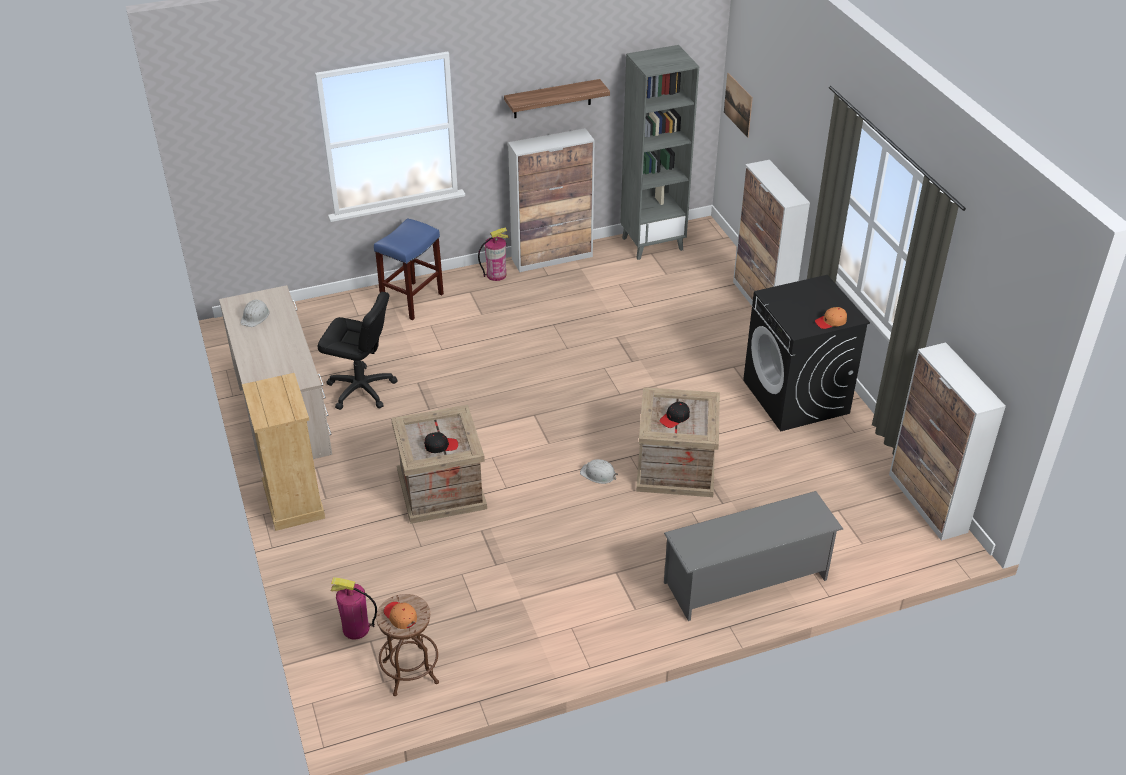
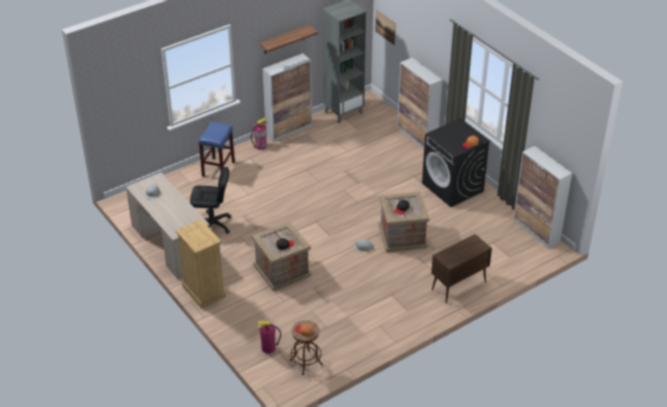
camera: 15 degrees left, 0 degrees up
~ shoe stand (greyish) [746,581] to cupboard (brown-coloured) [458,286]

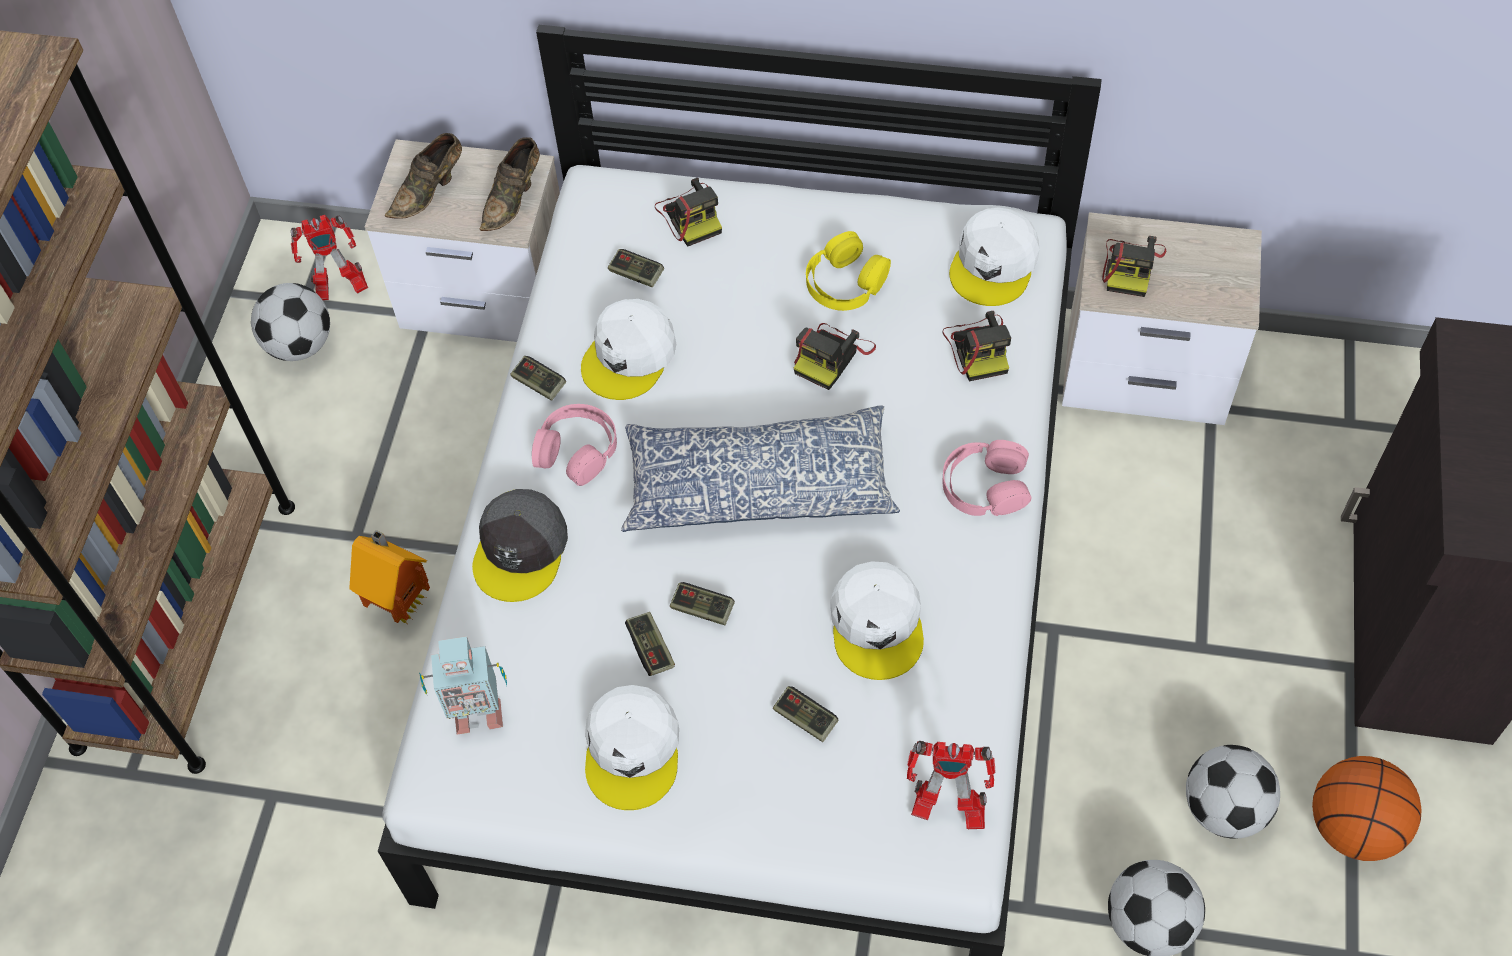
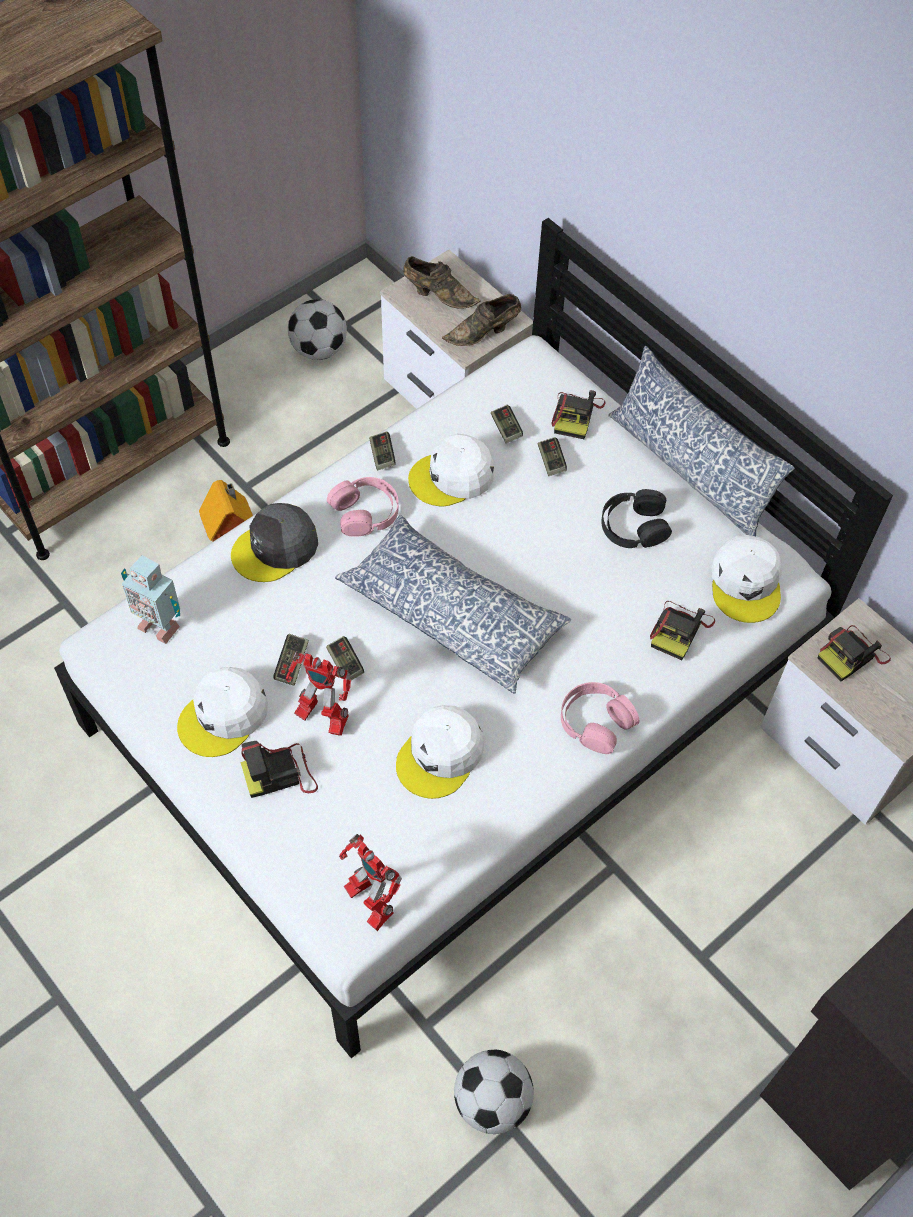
camera: 35 degrees right, 0 degrees up
~ photo camera [832,356] to [280,774]
~ robot figure [339,289] to [321,717]
~ item of footwear (brown-coloured) [430,191] = [438,295] 150 degrees counterclockwise
~ game controller [805,719] to [551,461]
~ headset (yellow-coloured) [845,282] to headset (black) [634,526]
+ pillow [690,469]
~ baseball cap (white) [994,264] = [746,583] 60 degrees counterclockwise
- ball for football [1224,809]
- basketball [1353,826]

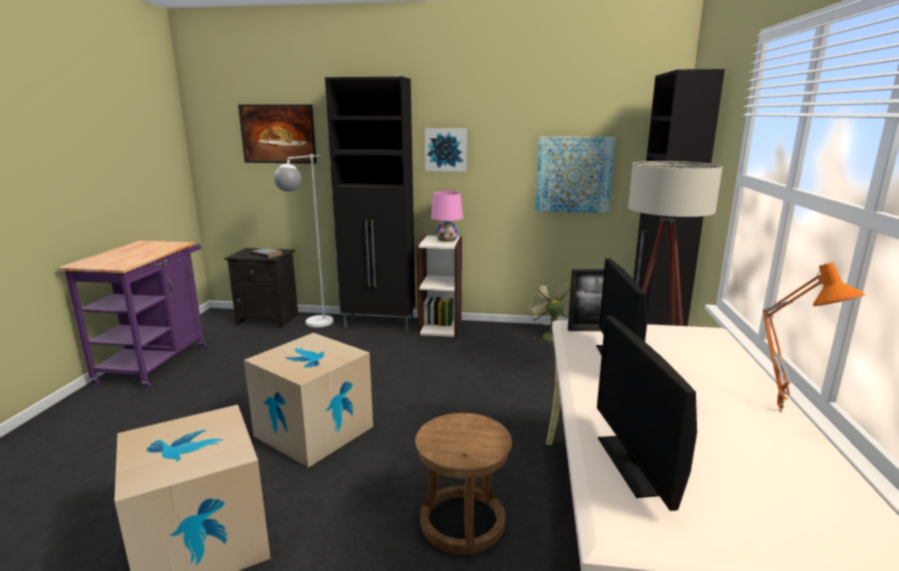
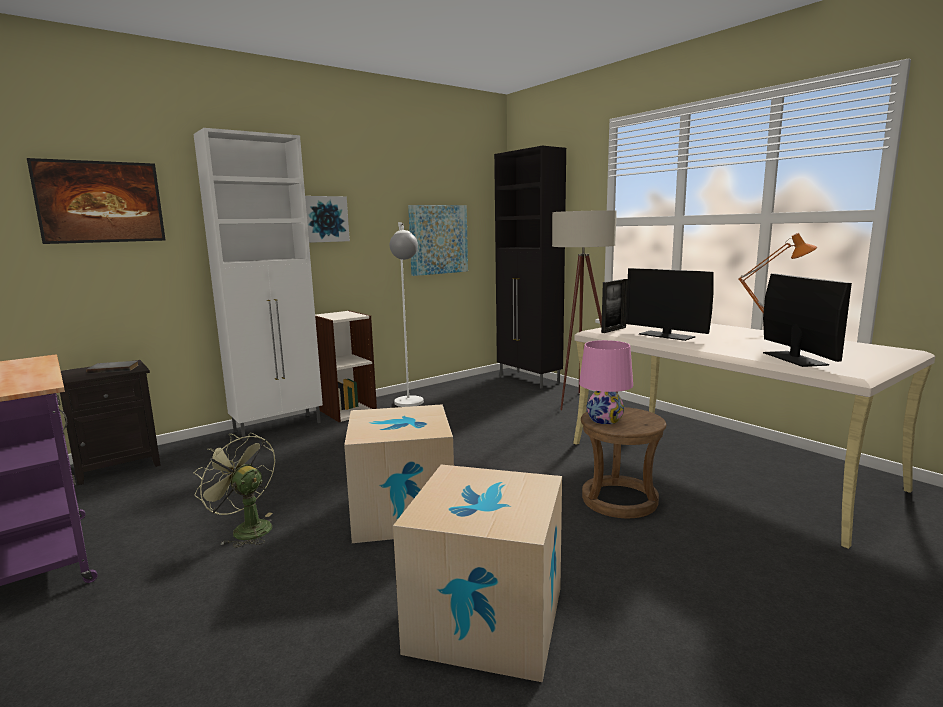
camera: 45 degrees left, 5 degrees down
~ cupboard (black) [380,324] to cupboard (white) [279,427]
~ cooling fan (greenish) [550,336] to [245,529]
~ floor lamp (white) [312,325] to [410,405]
~ table lamp (pink-coloured) [447,240] to [604,419]
~ monitor [636,464] = [794,358] 135 degrees counterclockwise

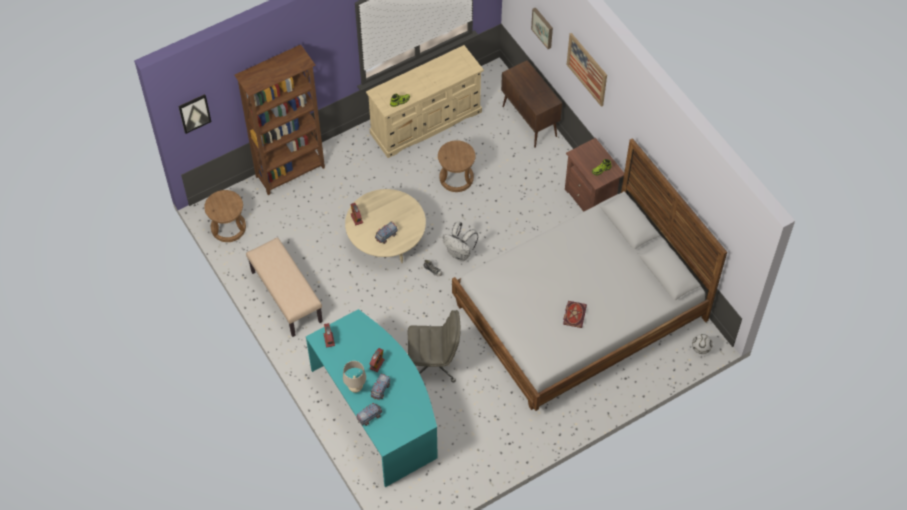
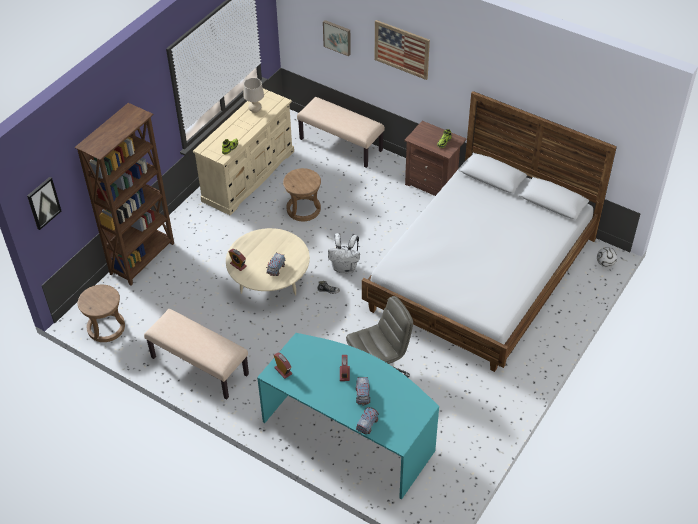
camera: 25 degrees left, 10 degrees down
~ table lamp (beige-coloured) [355,388] to [255,110]
~ cupboard (brown-coloured) [530,122] to indoor bench (beige-coloured) [341,145]
- book [574,314]

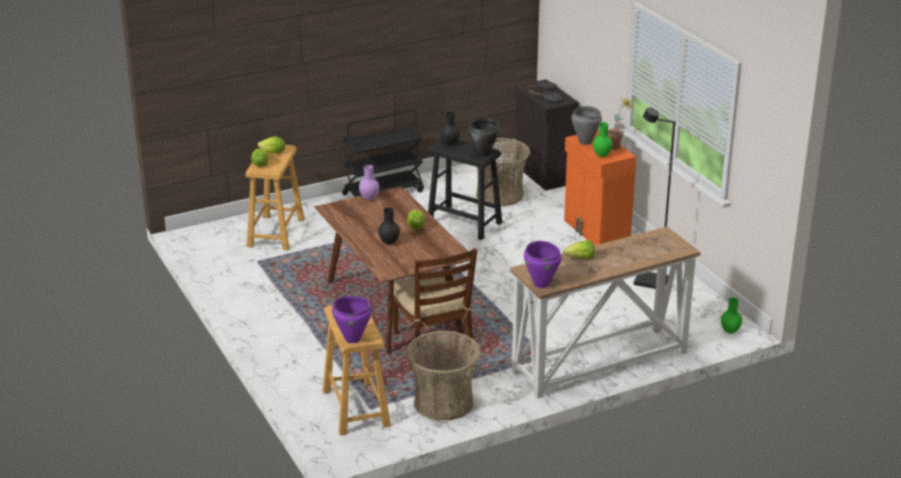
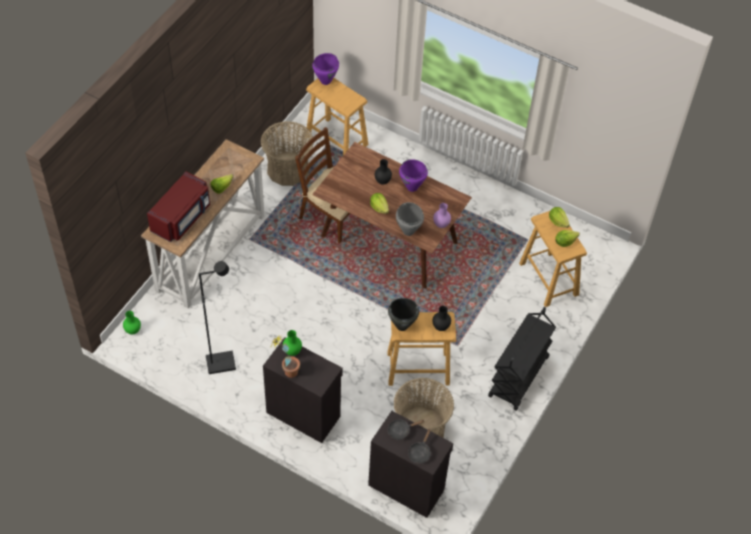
camera: 145 degrees right, 25 degrees up
+ microwave (red-coloured) [182,218]
~ cupboard (orange-coloured) [596,231] to cupboard (black) [303,413]
~ stool seat (black) [464,223] to stool seat (beige-coloured) [417,368]
~ stockpot (greyish) [585,142] to [408,231]
~ stockpot (purplish) [541,284] to [412,187]

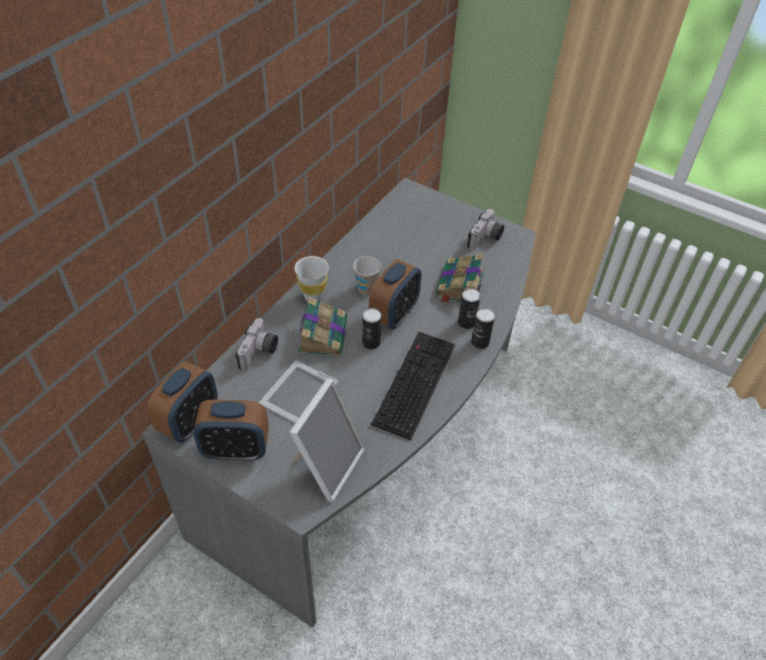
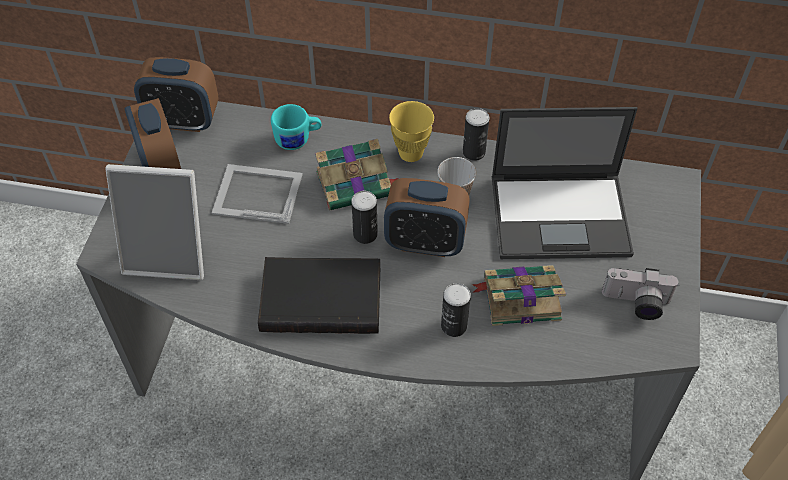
camera: 70 degrees right, 5 degrees up
~ PC keyboard [413,382] to book (black) [322,297]
~ photo camera [260,353] to mug (blue-green) [298,140]
~ small cup (white) [313,296] to small cup (yellow-coloured) [410,153]
~ sealed can [480,342] to [474,152]
+ laptop [561,215]

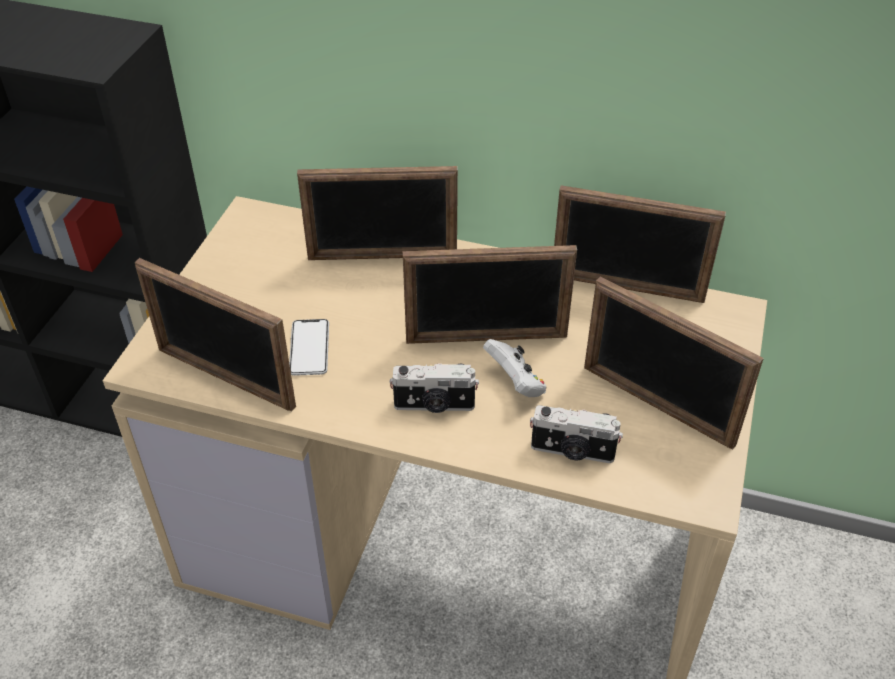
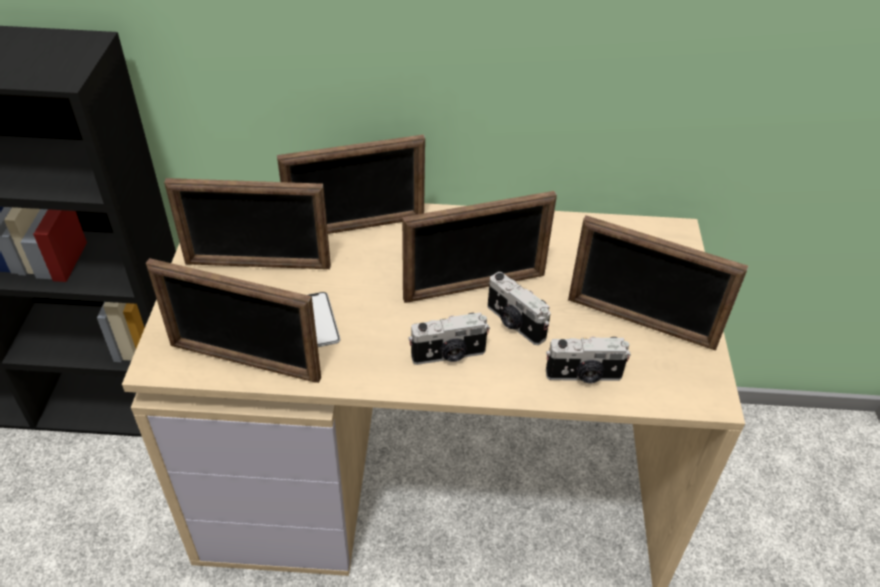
camera: 15 degrees left, 0 degrees up
~ picture frame [627,288] to [258,265]
~ game controller (white) [516,384] to photo camera [514,323]

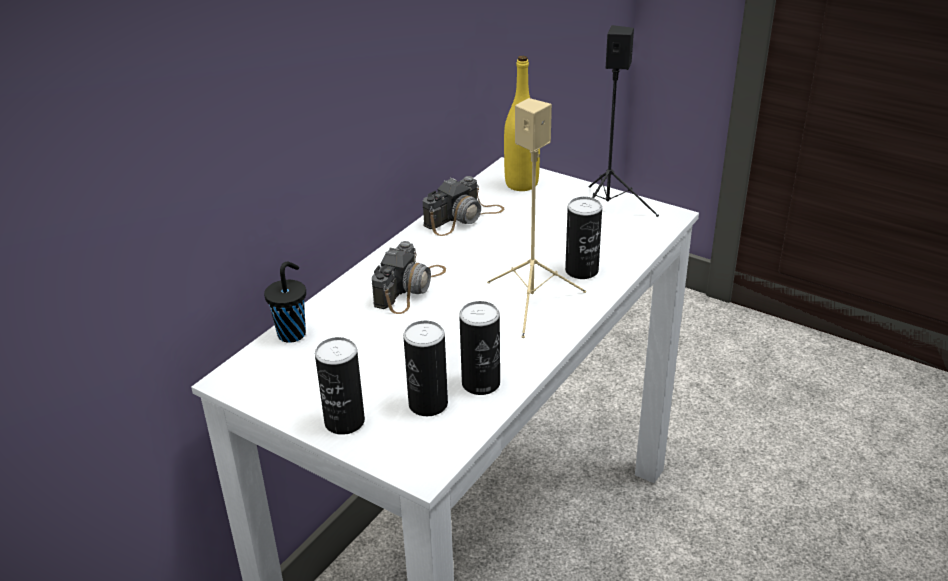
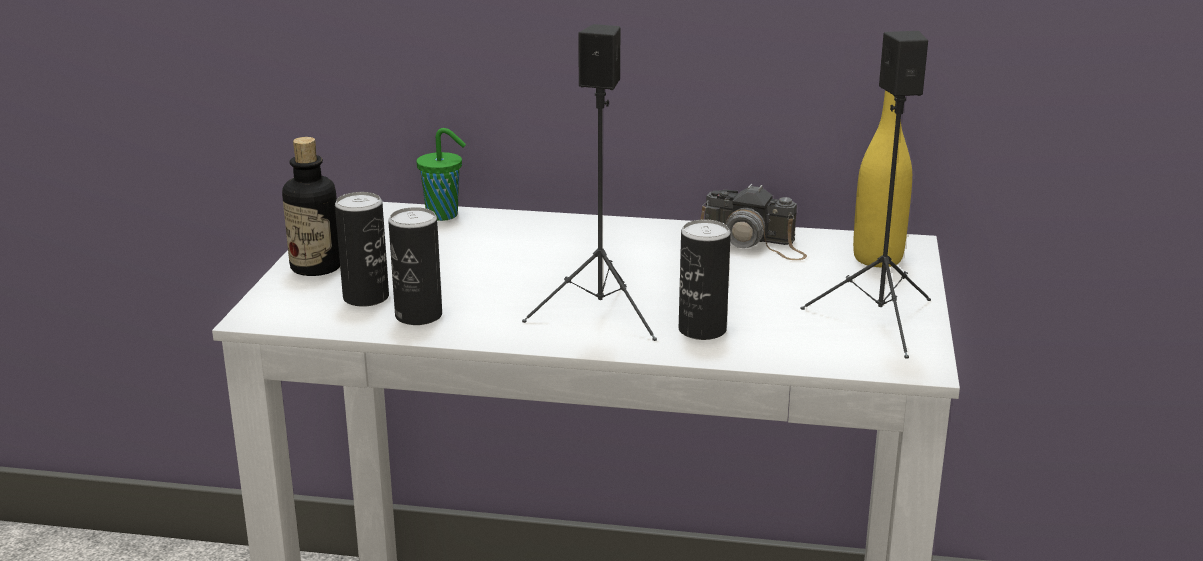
camera: 65 degrees right, 10 degrees down
~ sealed can [344,422] to drink bottle [316,267]
~ small cup (black) [293,333] to small cup (greenish) [444,215]
~ speaker (beige-coloured) [533,302] to speaker (black) [602,314]
- photo camera [410,287]

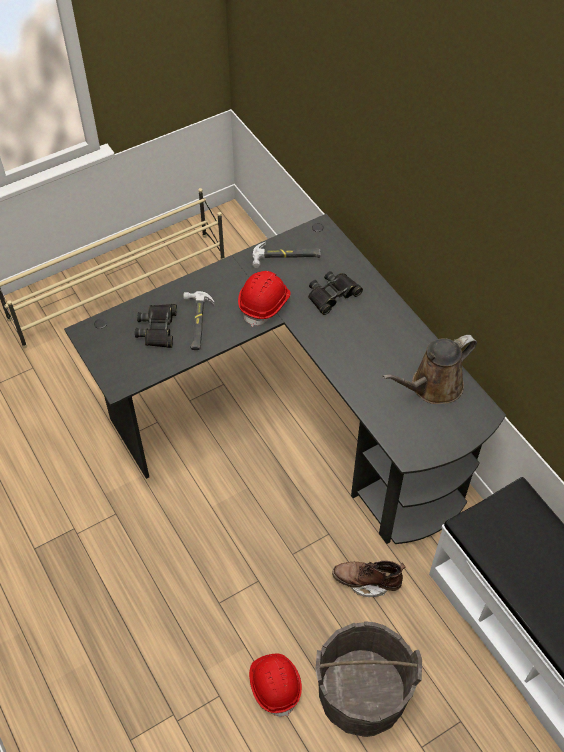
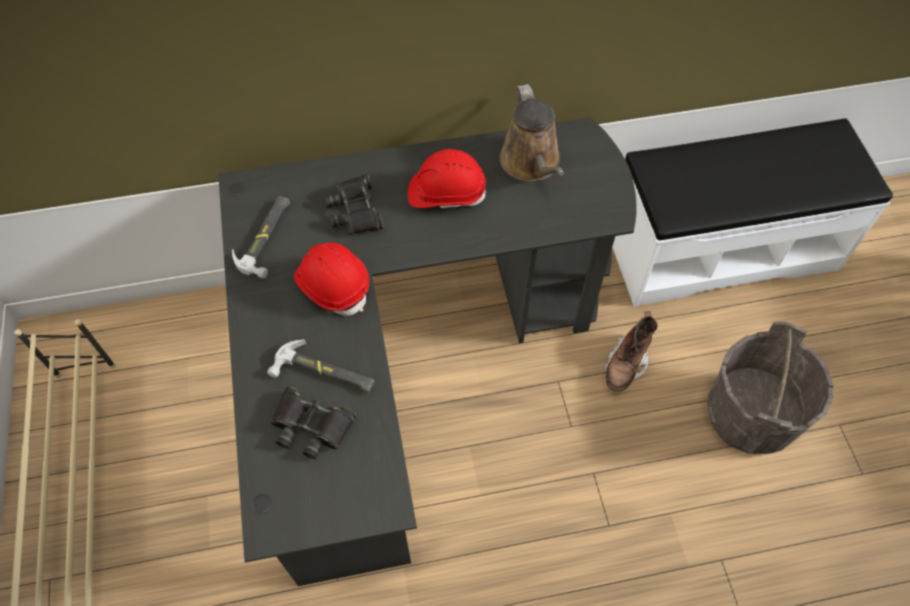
camera: 70 degrees left, 5 degrees up
~ work helmet (red-coloured) [275,685] to [446,193]

